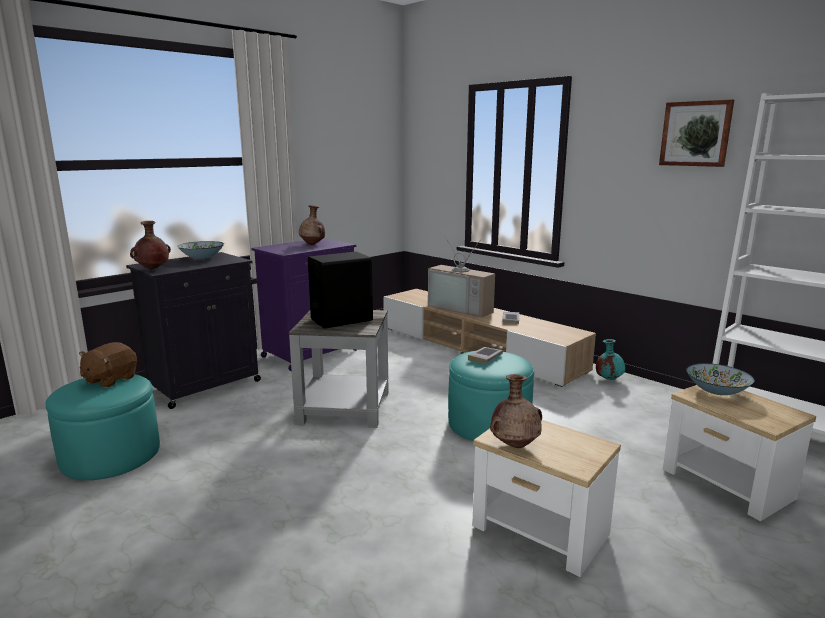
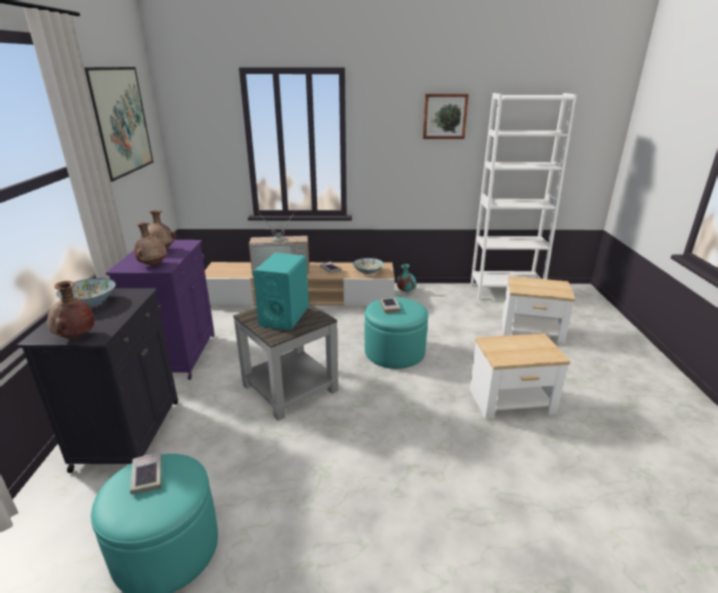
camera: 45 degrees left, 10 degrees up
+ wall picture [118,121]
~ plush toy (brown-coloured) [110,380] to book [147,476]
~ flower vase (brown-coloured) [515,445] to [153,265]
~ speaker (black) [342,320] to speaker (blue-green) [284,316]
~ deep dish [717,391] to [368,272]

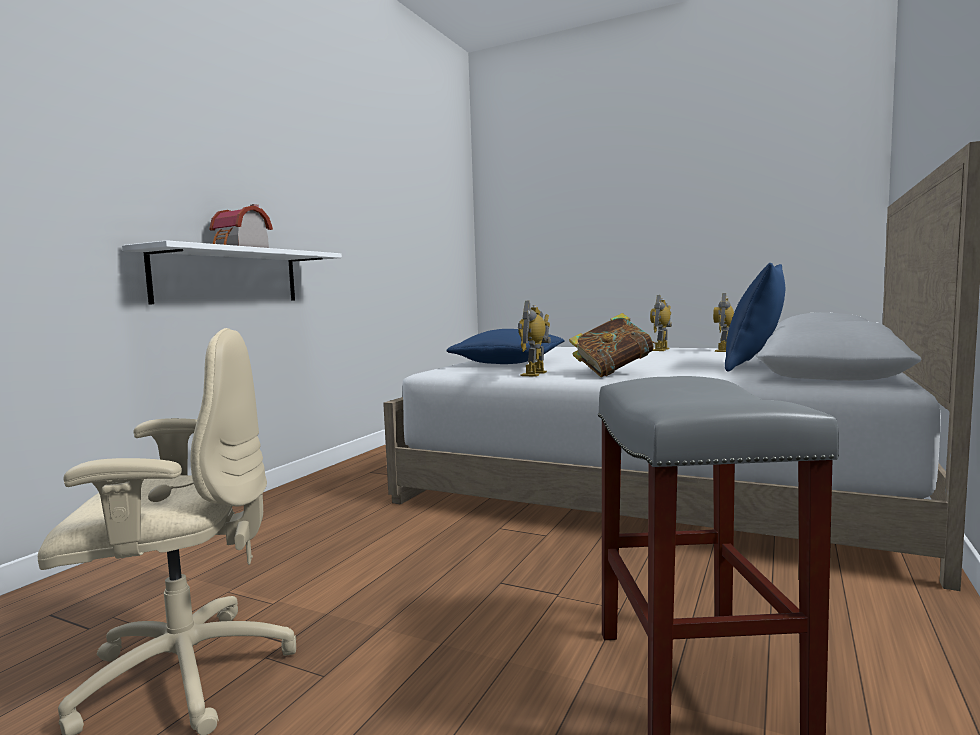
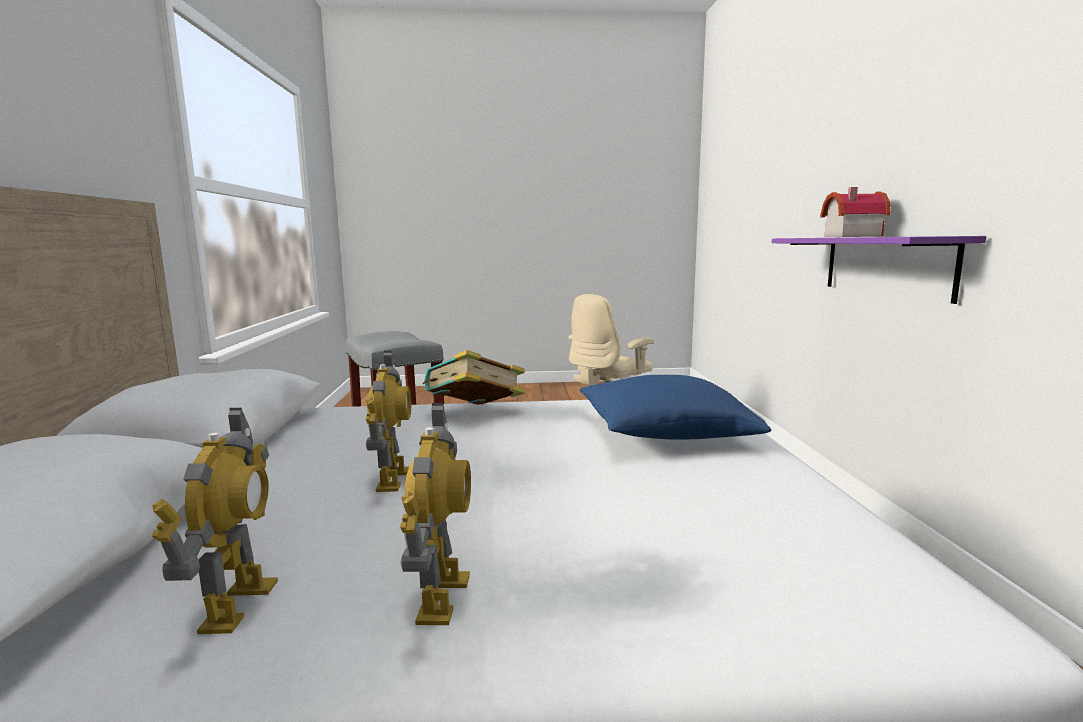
camera: 150 degrees right, 5 degrees up
~ robot figure [535,374] to [392,479]
~ shelf (white) [228,277] to shelf (purplish) [885,265]
- pillow (bluish) [754,366]

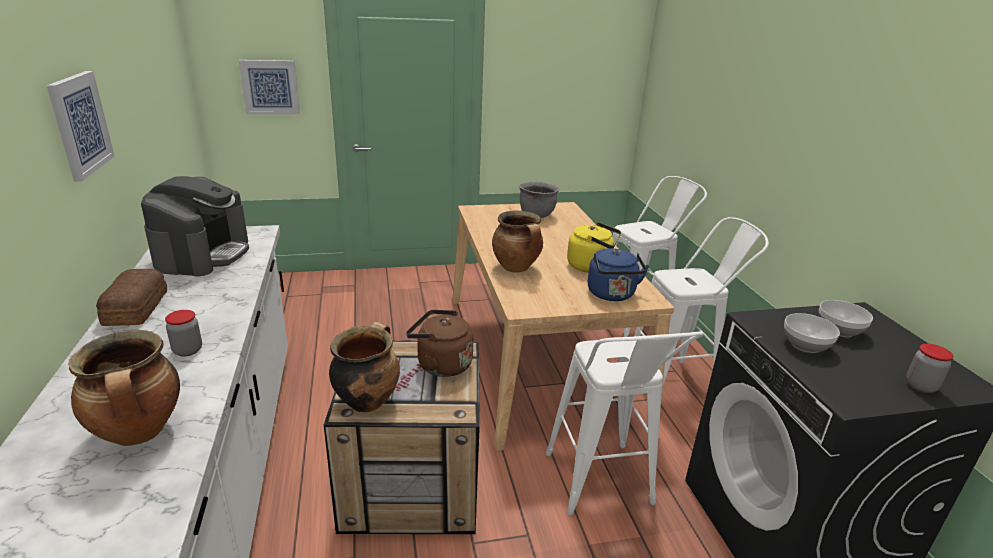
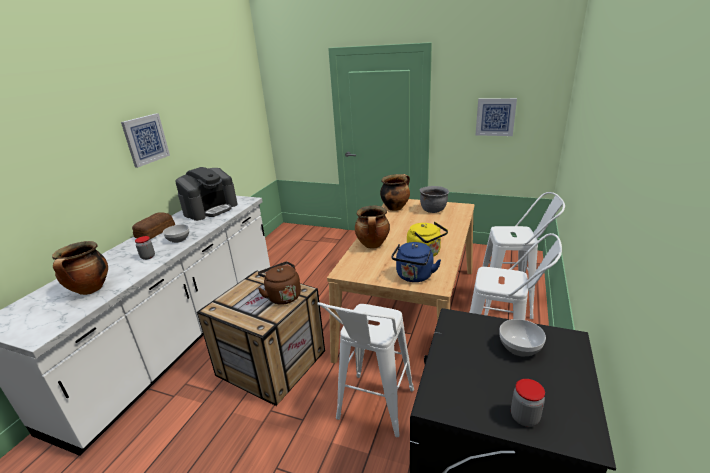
camera: 35 degrees right, 0 degrees up
~ deep dish [805,344] to [179,239]
~ stockpot [367,400] to [395,207]
~ wall picture [270,87] to [495,117]

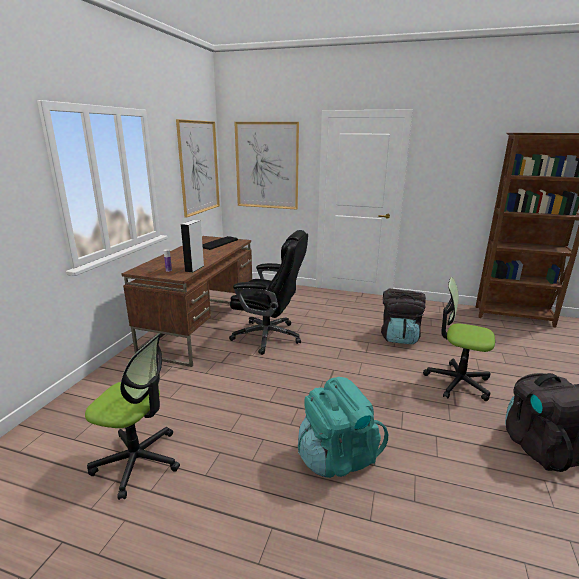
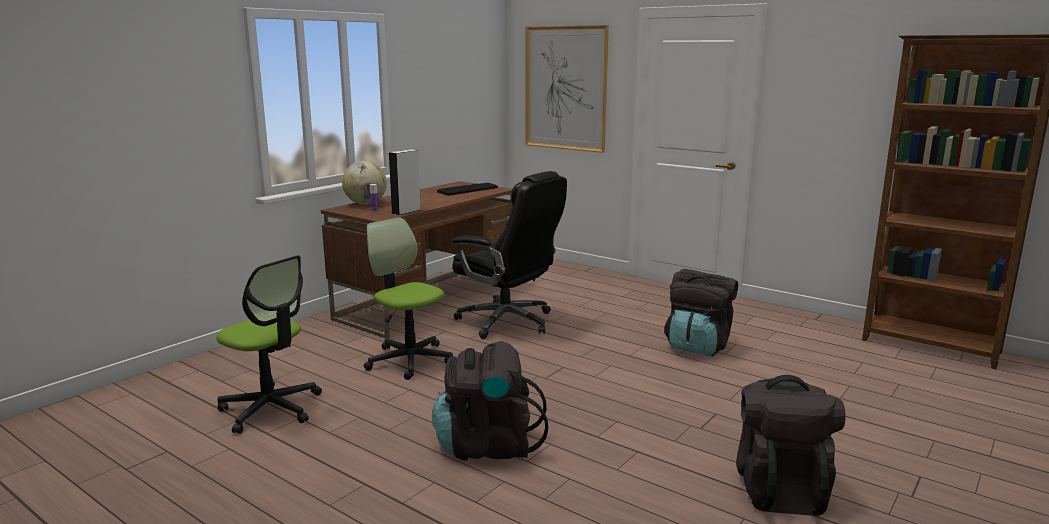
camera: 20 degrees right, 5 degrees down
+ globe [366,204]
~ computer chair [457,382] to [409,360]
~ backpack (blue-green) [337,457] to backpack (black) [488,446]
- wall picture [199,167]

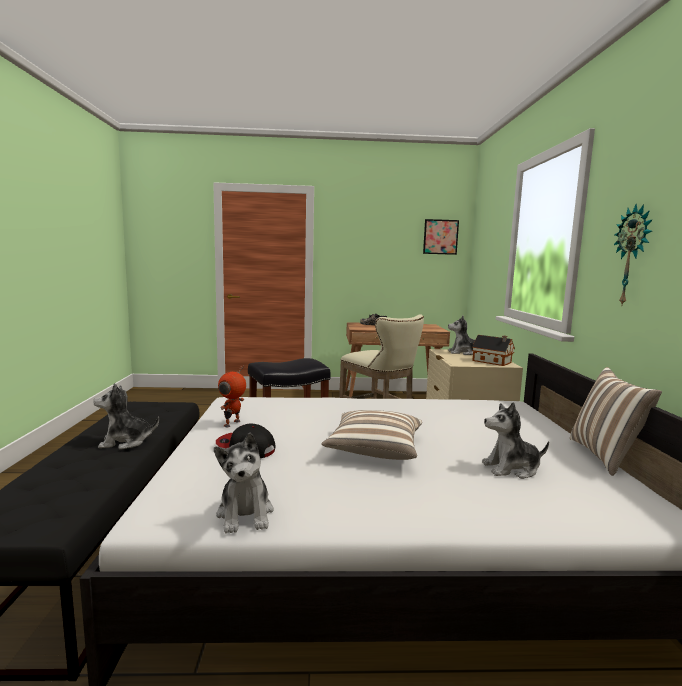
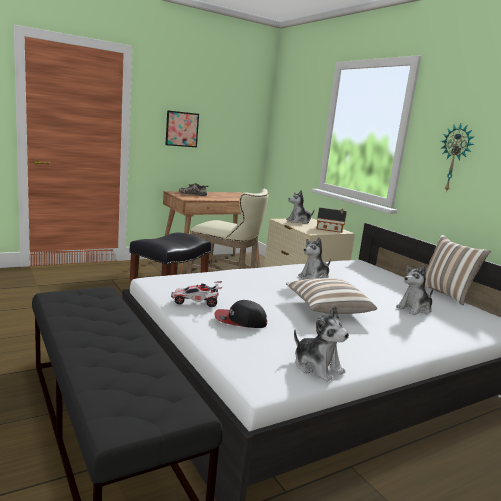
camera: 30 degrees left, 5 degrees up
~ wall picture [440,237] to [182,129]
~ robot figure [233,424] to model car [196,302]
~ plush toy [125,442] to [314,277]

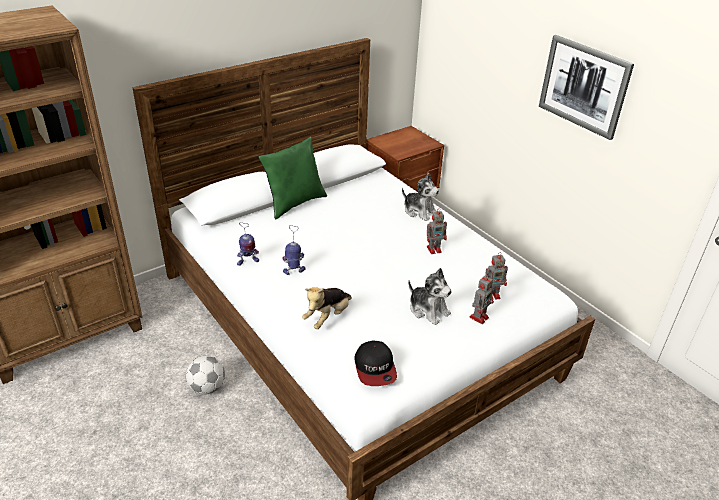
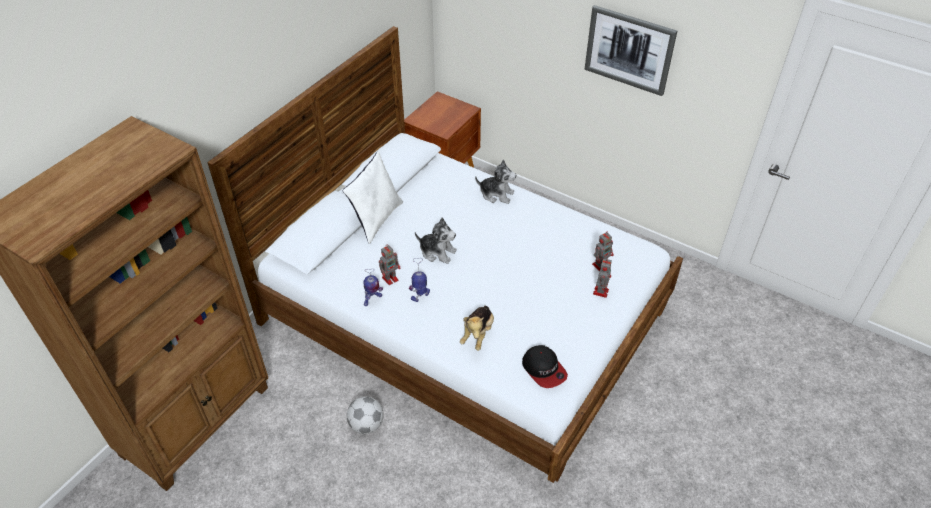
camera: 20 degrees left, 10 degrees up
~ pillow (greenish) [295,203] to pillow (white) [376,219]
~ robot figure [434,249] to [390,278]
~ plush toy [428,310] to [437,252]

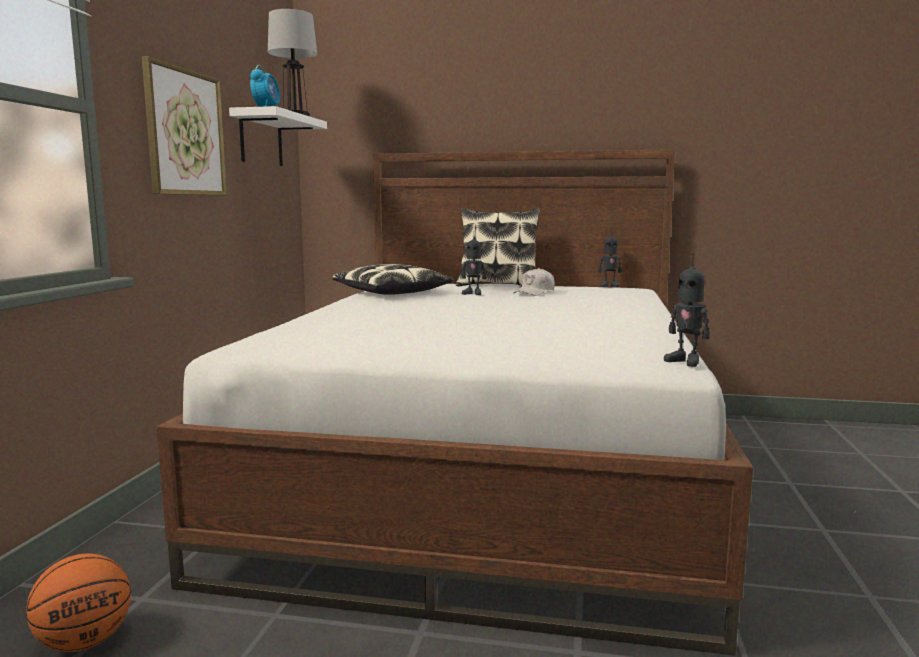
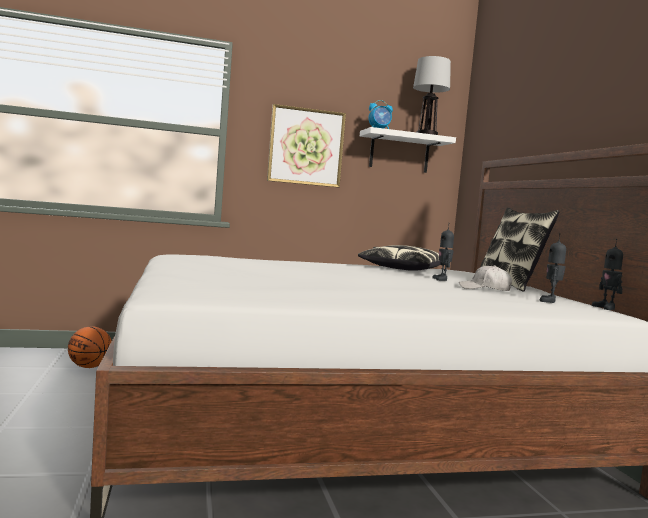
camera: 65 degrees right, 5 degrees down
~ robot figure [685,361] to [550,301]

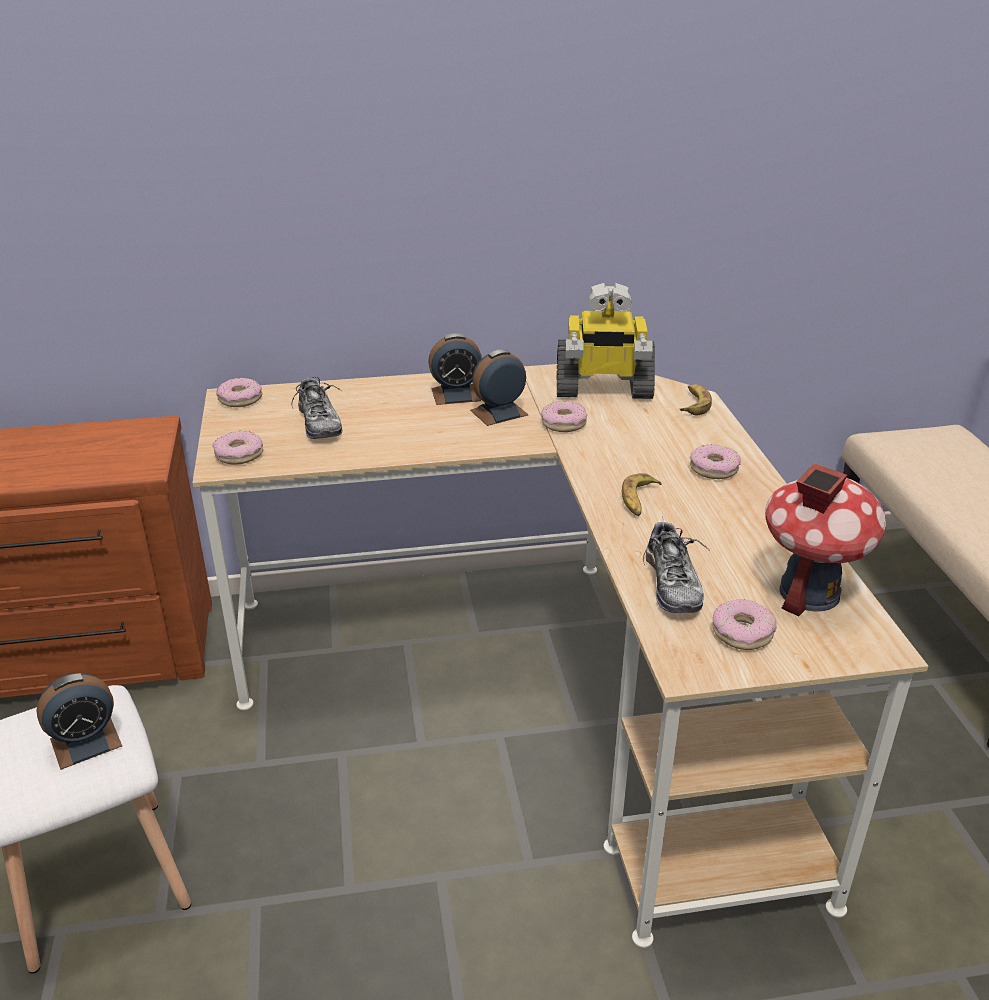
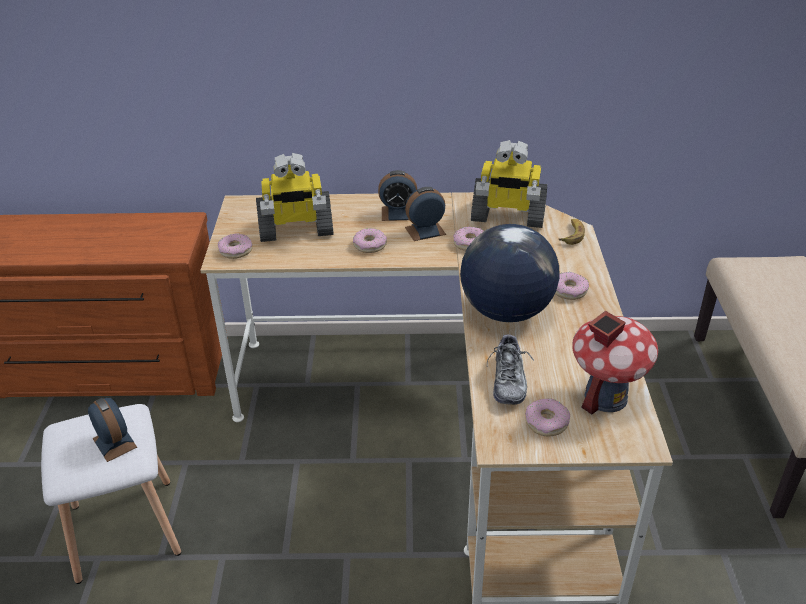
camera: 10 degrees right, 5 degrees up
~ alarm clock [86,742] = [114,443] 105 degrees counterclockwise
~ item of footwear [319,423] to robot figure [295,230]
~ ring doughnut [240,399] to [370,245]
~ banana [639,500] to globe [505,312]

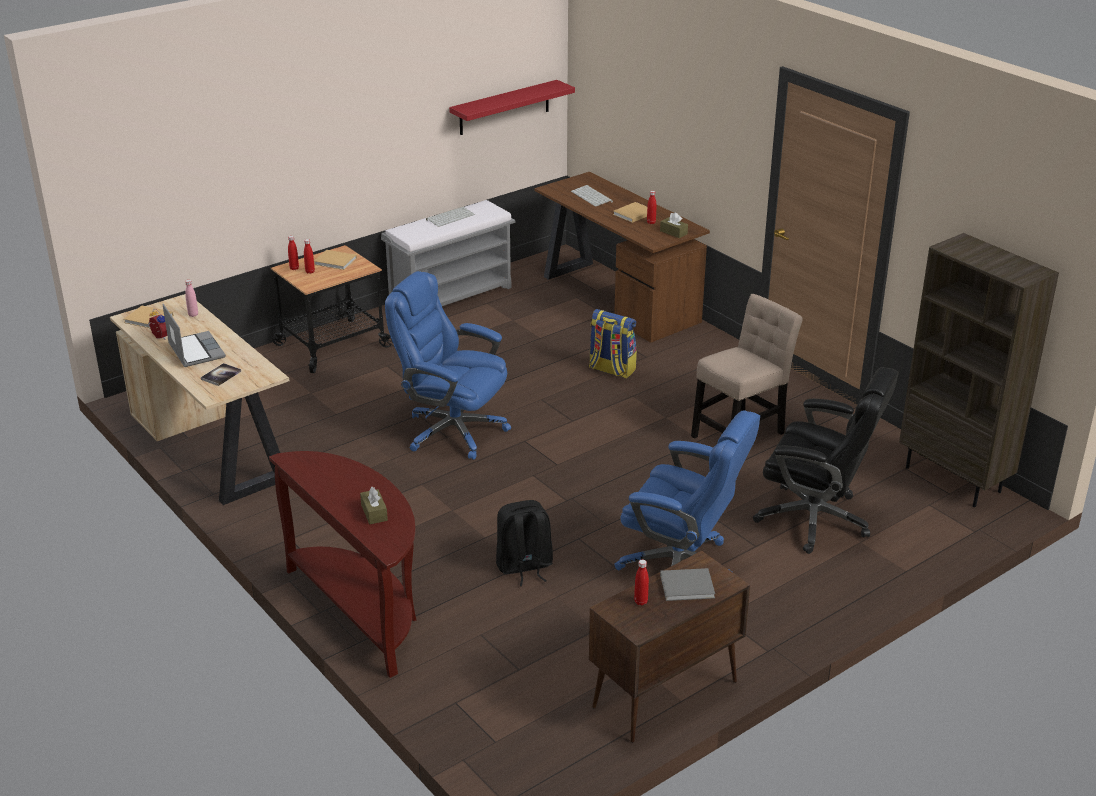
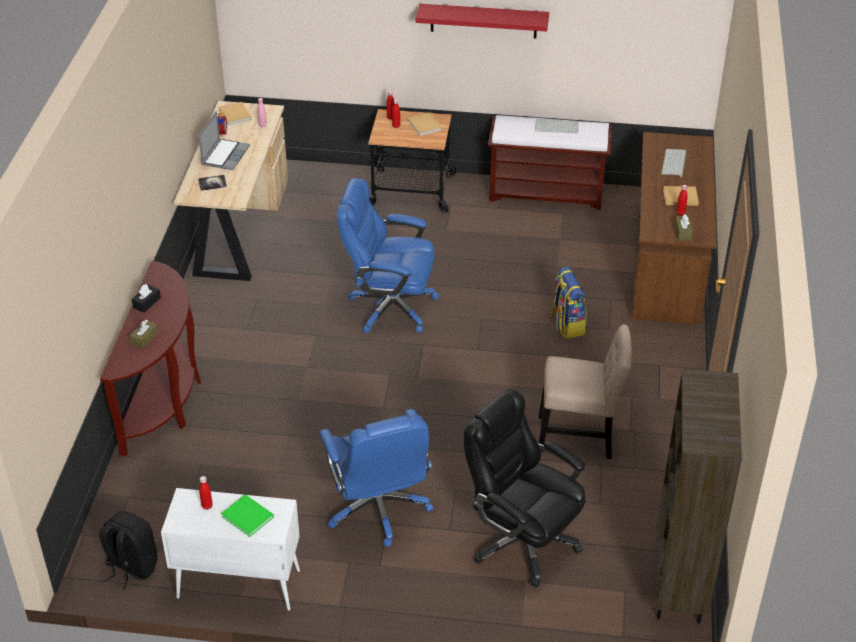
camera: 45 degrees right, 10 degrees up
~ backpack (black) [524,567] to [131,567]
+ tissue box (black) [147,303]
~ cupboard (brown-coloured) [664,695] to cupboard (white) [237,584]
~ book (greyish) [689,586] to book (greenish) [248,517]
~ computer chair (bluish) [452,431] = [390,307] 60 degrees counterclockwise
~ shelf (red-coloured) [504,107] to [483,21]
~ computer chair (black) [816,519] = [522,541] 150 degrees clockwise
~ indoor bench (greyish) [452,296] to indoor bench (brown-coloured) [547,193]

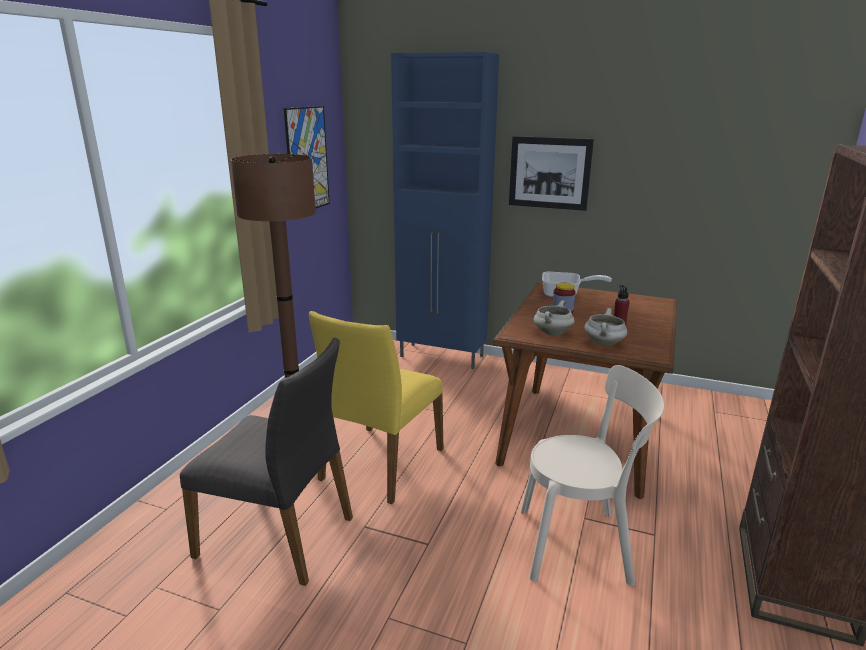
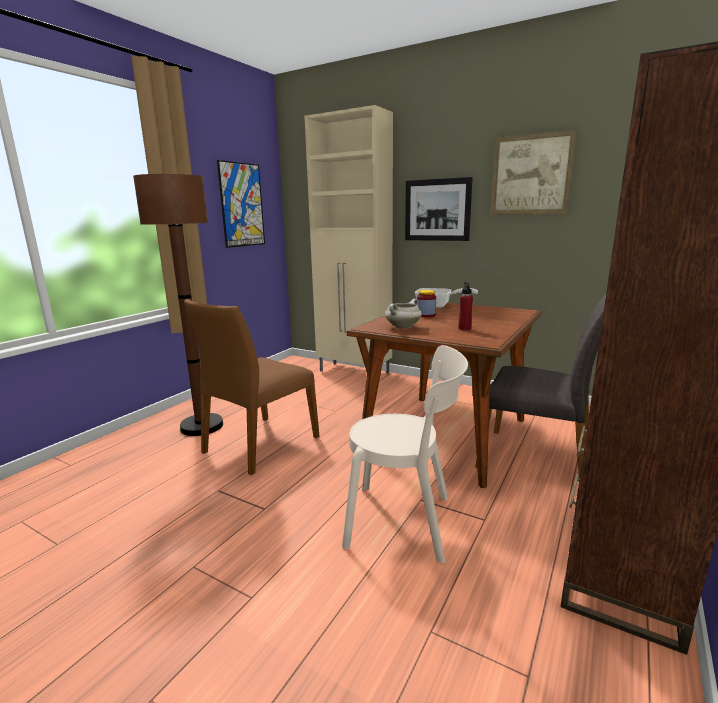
camera: 10 degrees right, 5 degrees down
~ plain chair (yellow-coloured) [380,464] to plain chair (brown-coloured) [259,444]
~ cupboard (bluish) [442,357] to cupboard (beige-coloured) [355,372]
~ plain chair (greyish) [278,535] to [536,459]
+ wall picture [531,175]
- stockpot (white) [604,344]

